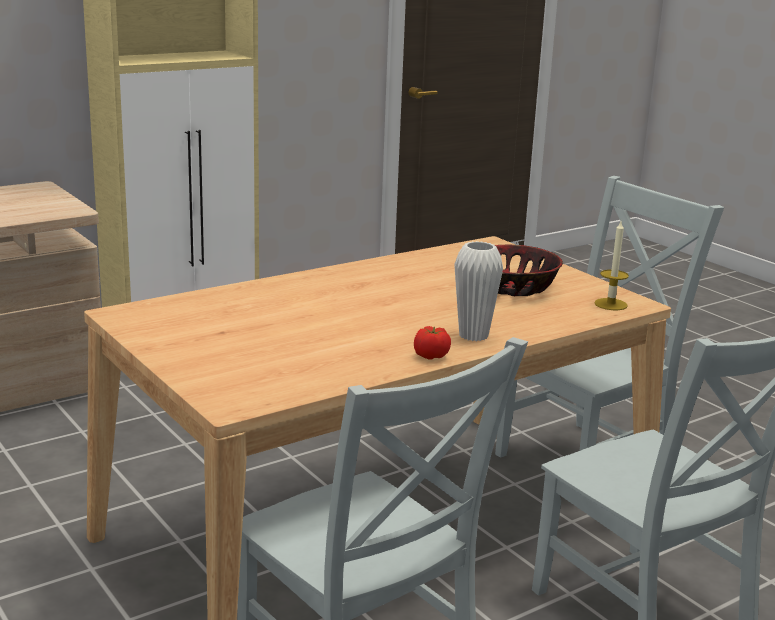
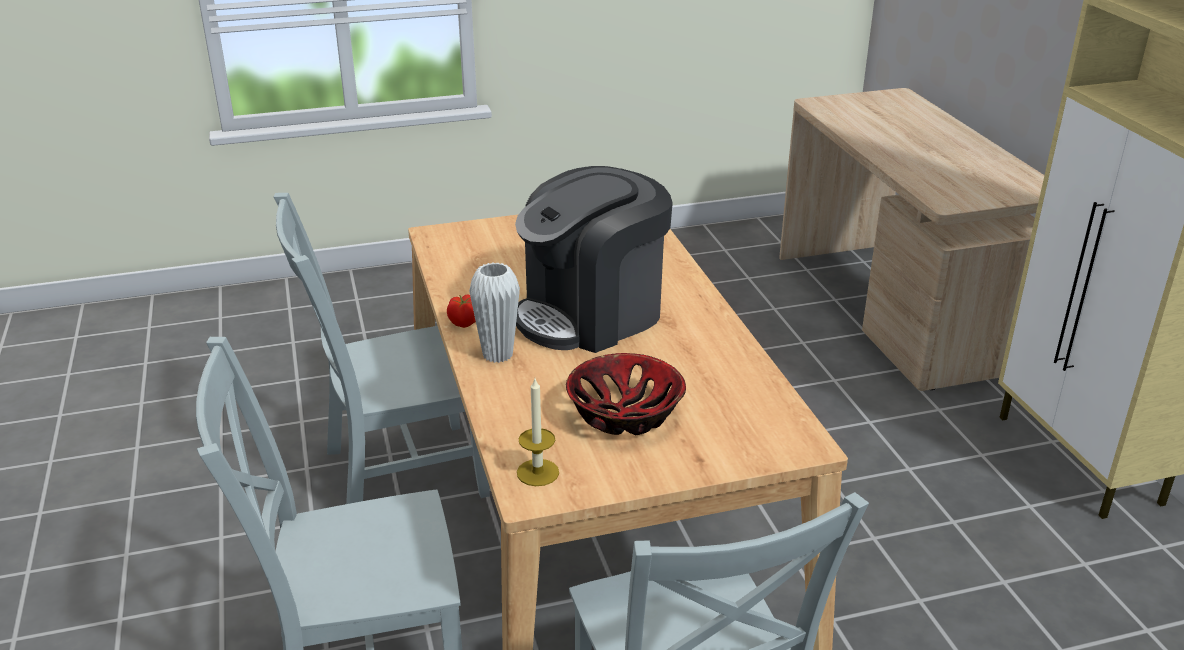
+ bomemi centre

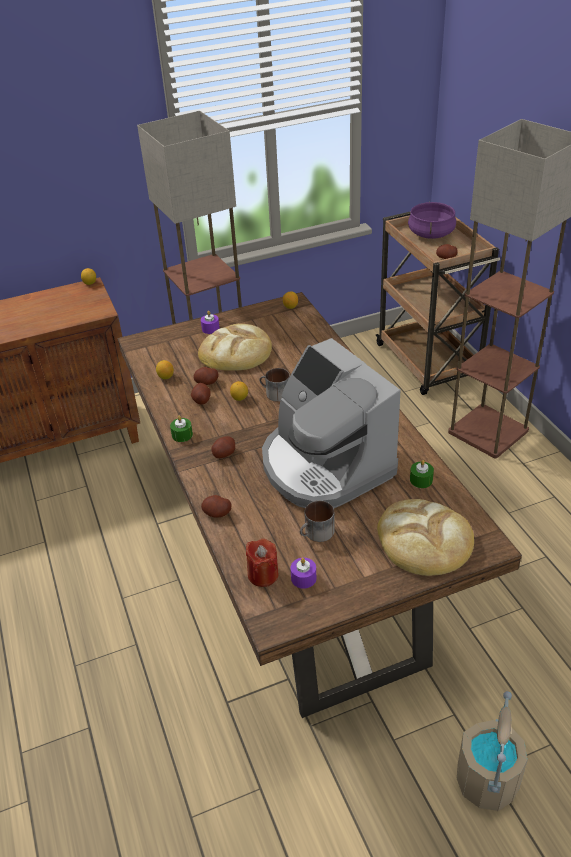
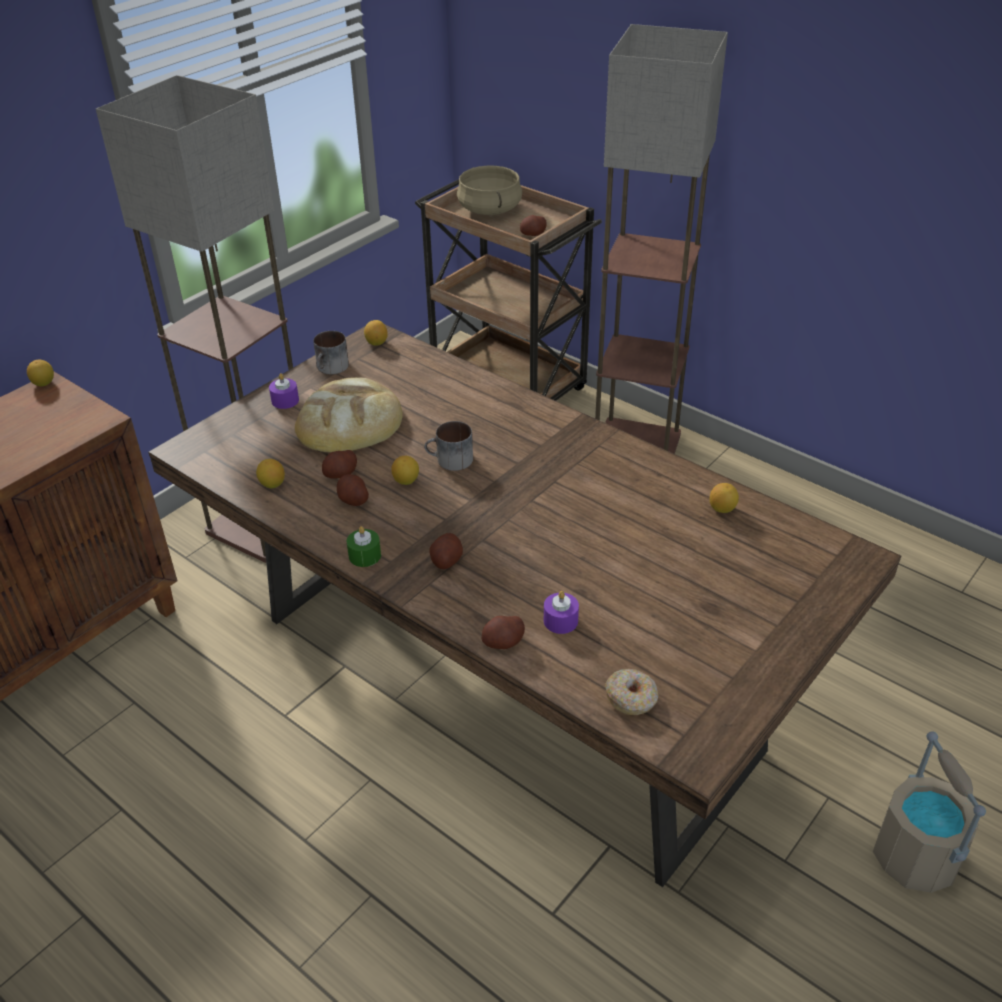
~ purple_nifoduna top right to beige_nifoduna top centre
- bomemi centre
~ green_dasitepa (2nd from left) middle right to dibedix (5th from left) middle right
- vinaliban (2nd from left) middle right
~ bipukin (2nd from left in the first image) centre to bipukin (1st from left) middle left
~ red_dasitepa centre to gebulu bottom centre
~ purple_dasitepa (2nd from left) bottom centre to centre

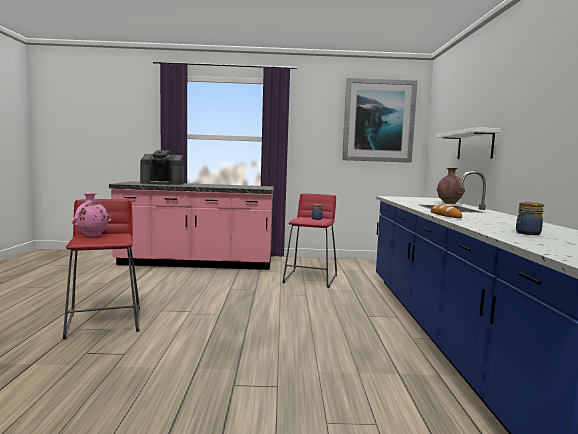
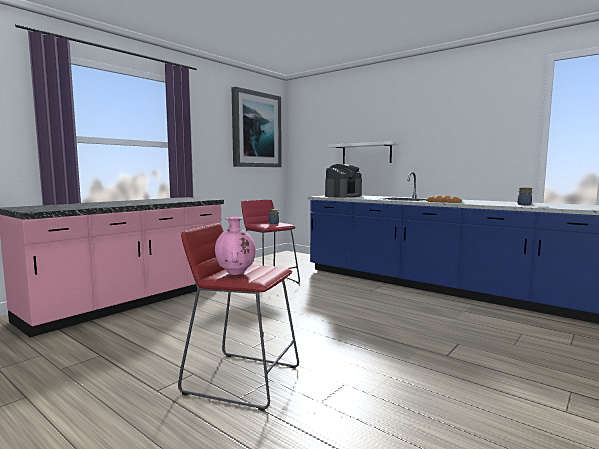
~ bomemi middle left to centre
- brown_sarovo middle right

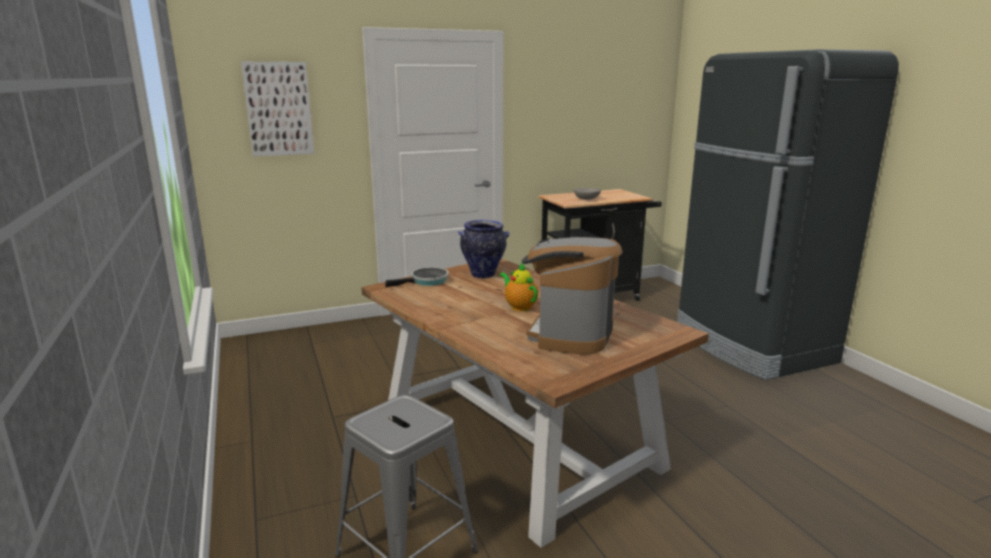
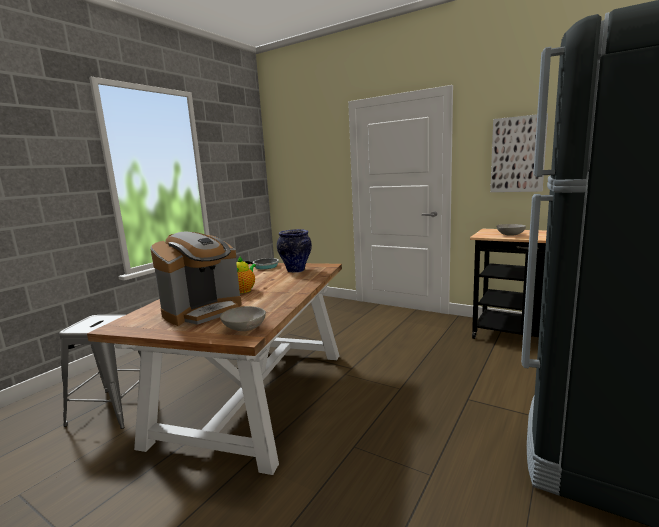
~ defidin top left to top right
~ bomemi centre = middle left 150 degrees clockwise
+ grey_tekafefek (1st from left) centre

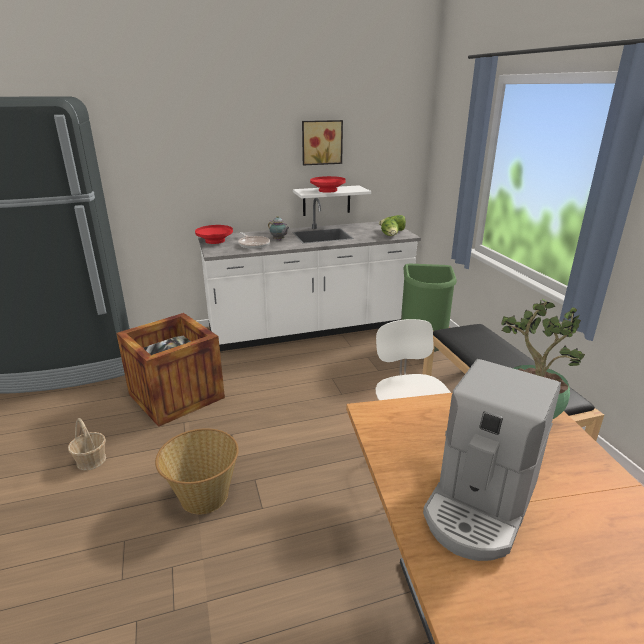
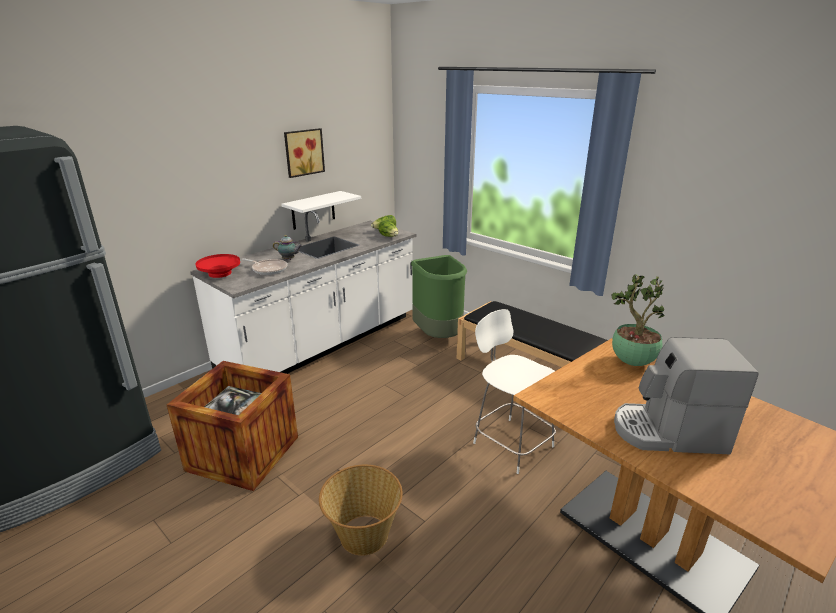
- red_tekafefek (2nd from left) top centre
~ bomemi bottom right = middle right 90 degrees clockwise
- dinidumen (1st from left) bottom left

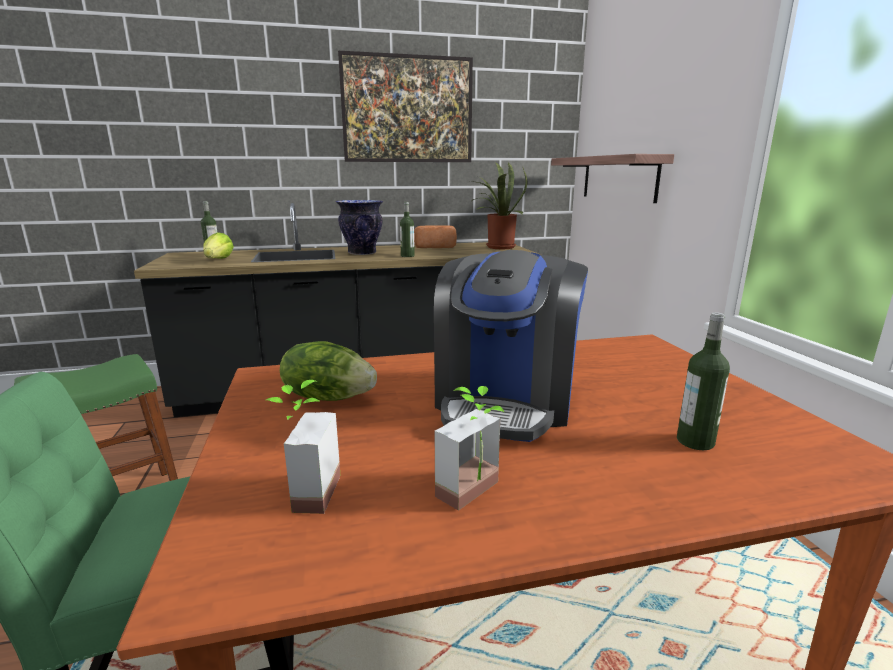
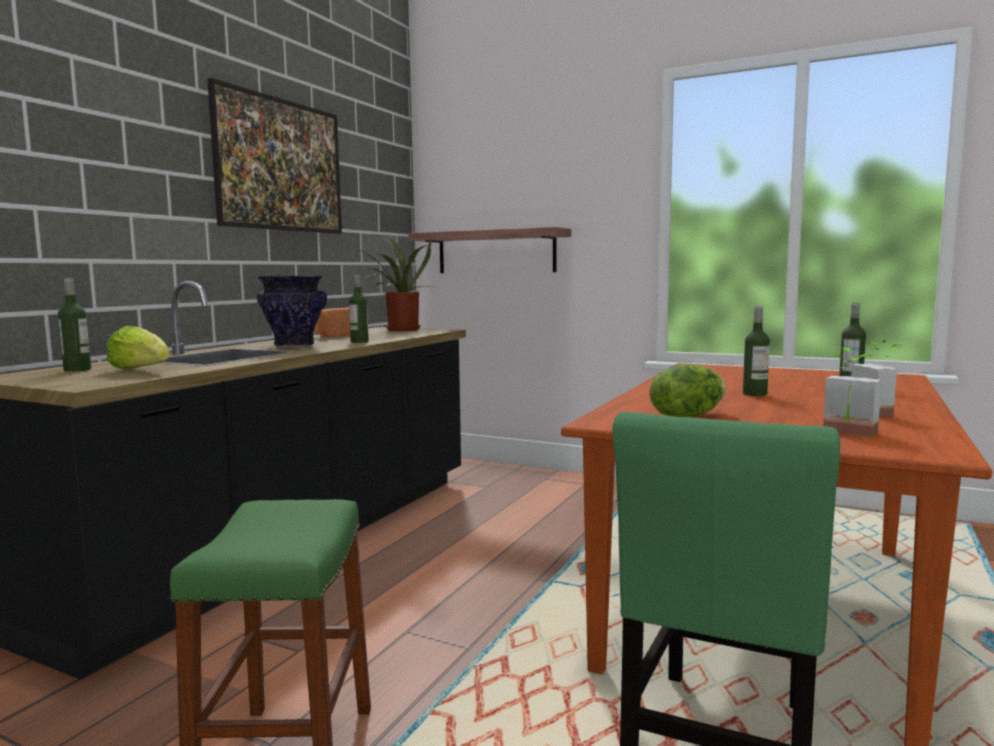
~ bomemi centre to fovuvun (3rd from left) middle right

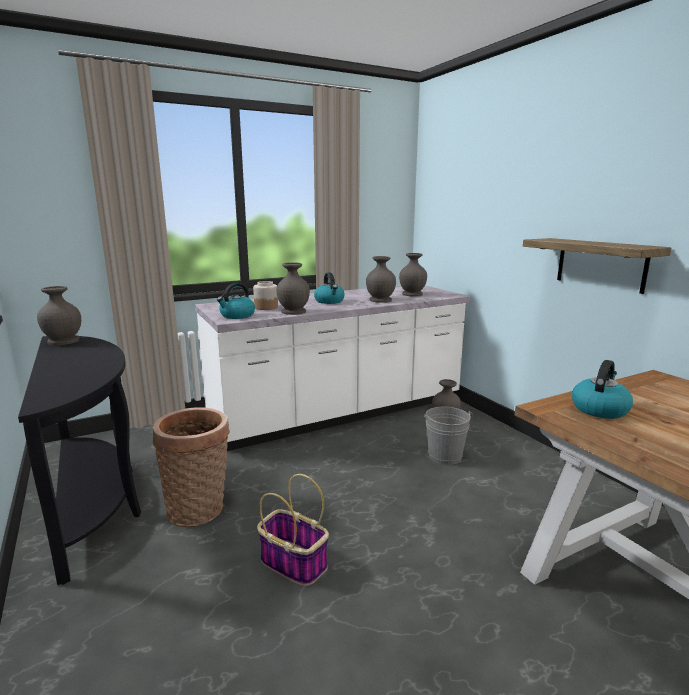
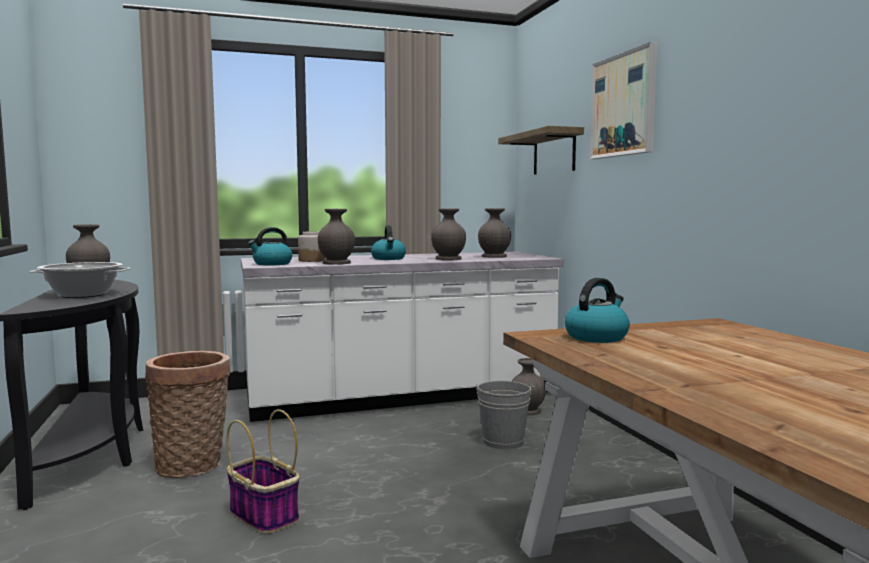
~ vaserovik middle right to top centre
+ defidin top right
+ nifoduna middle left

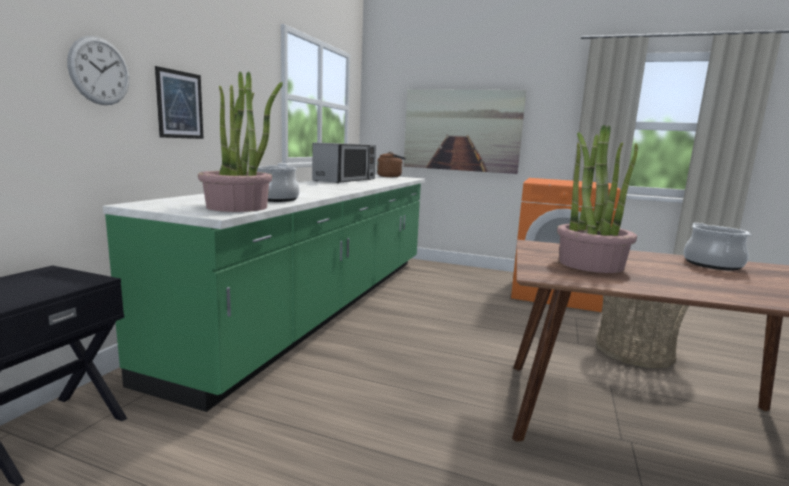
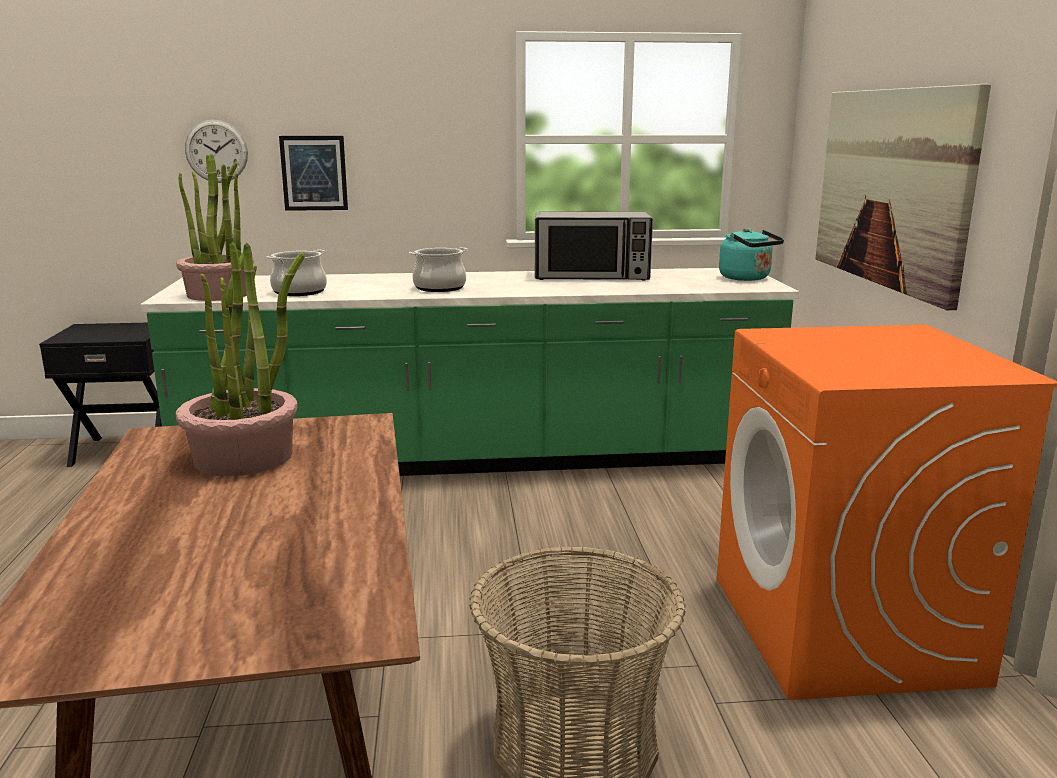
~ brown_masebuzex centre to turquoise_masebuzex top right
~ nifoduna (2nd from left) middle right to centre

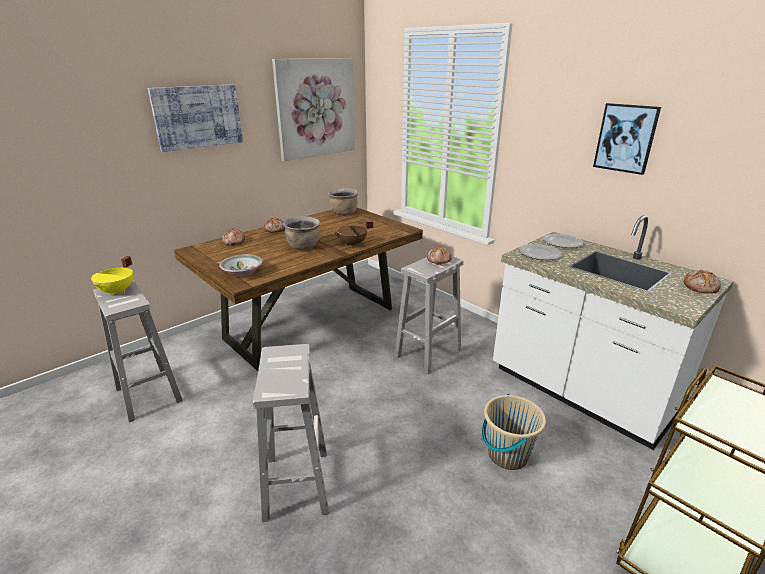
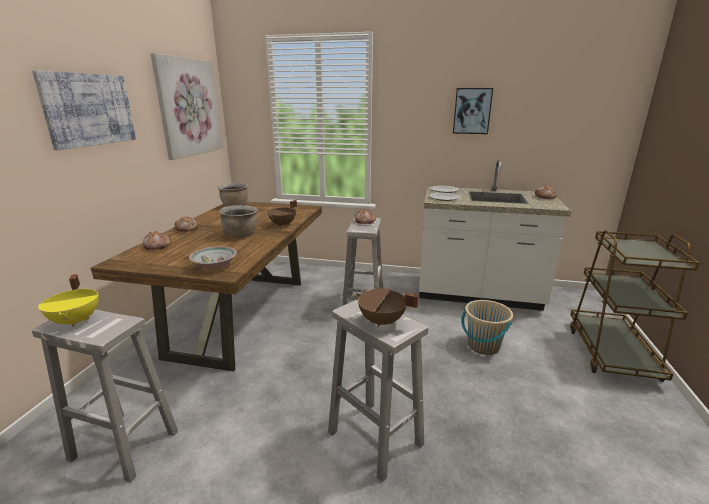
+ brown_nifoduna (4th from left) centre

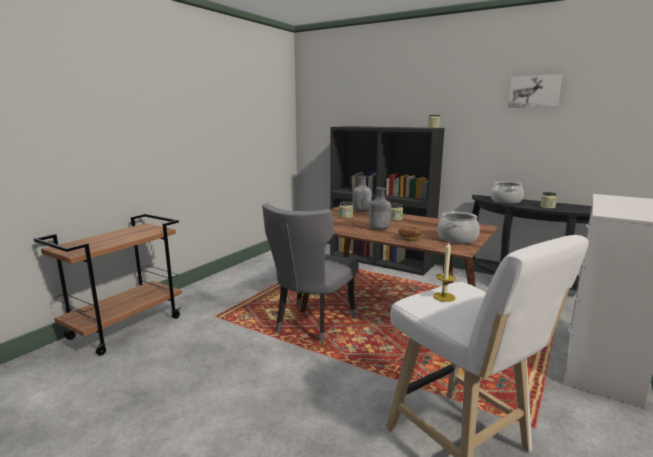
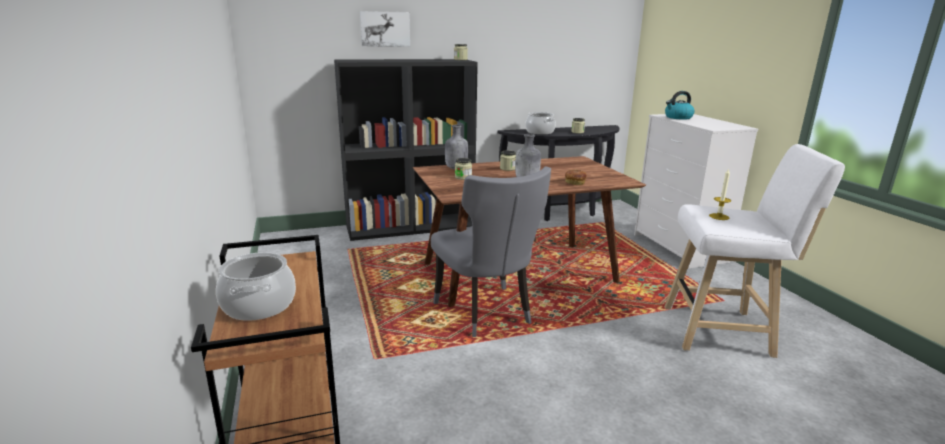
~ defidin top right to top centre
~ nifoduna (1st from left) middle right to middle left
+ masebuzex top right

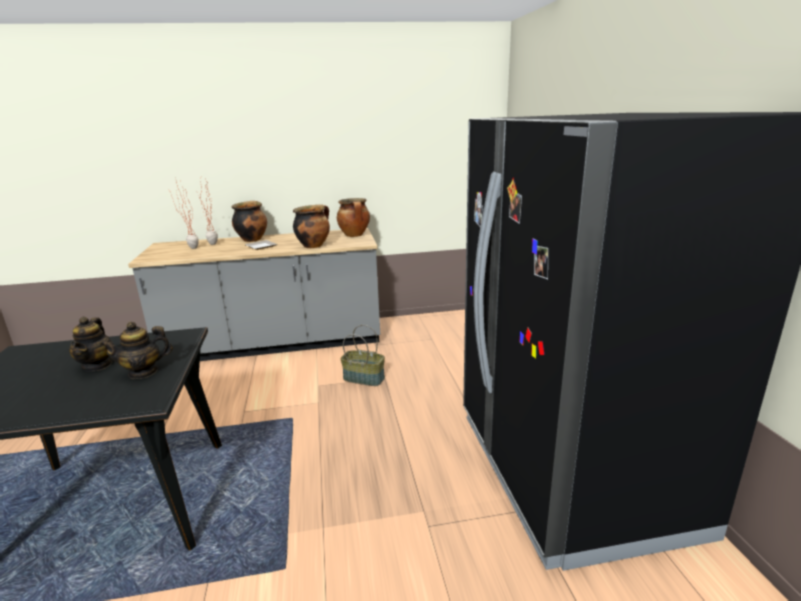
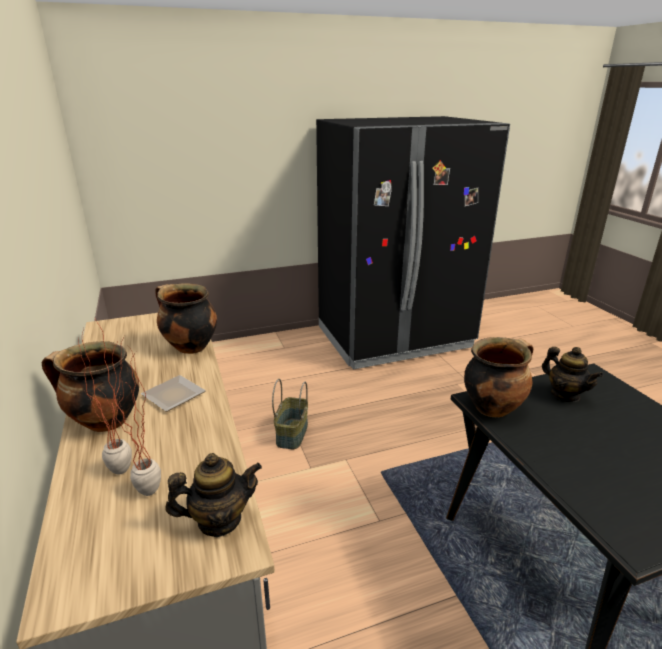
~ nifoduna (3rd from left) centre to middle right
~ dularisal (1st from left) middle left to bottom left

